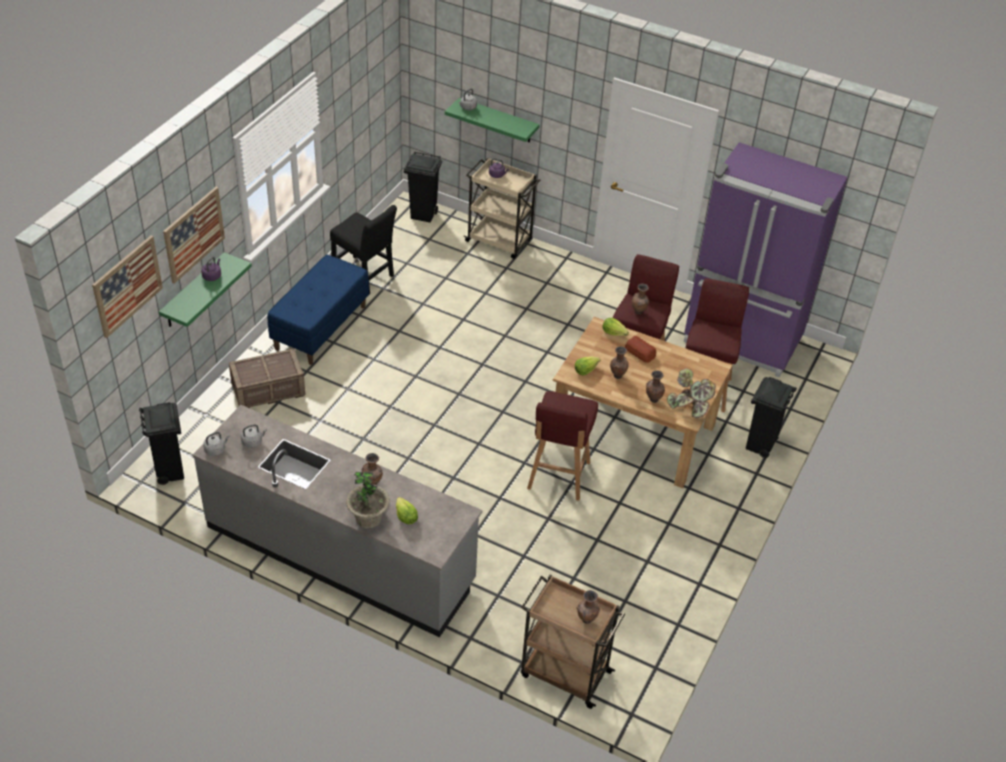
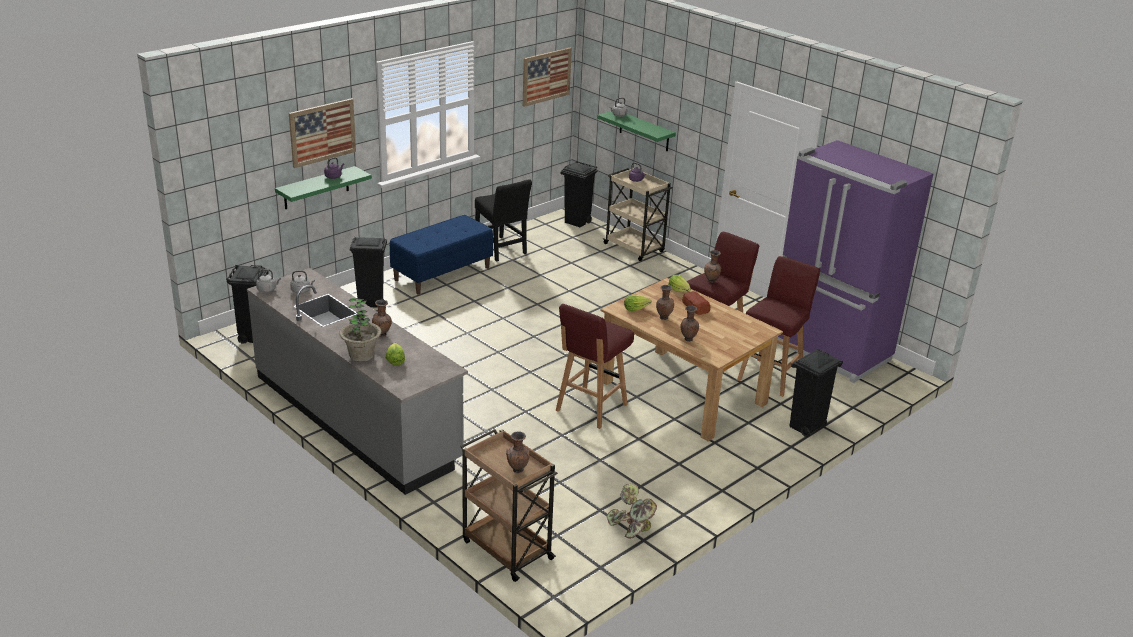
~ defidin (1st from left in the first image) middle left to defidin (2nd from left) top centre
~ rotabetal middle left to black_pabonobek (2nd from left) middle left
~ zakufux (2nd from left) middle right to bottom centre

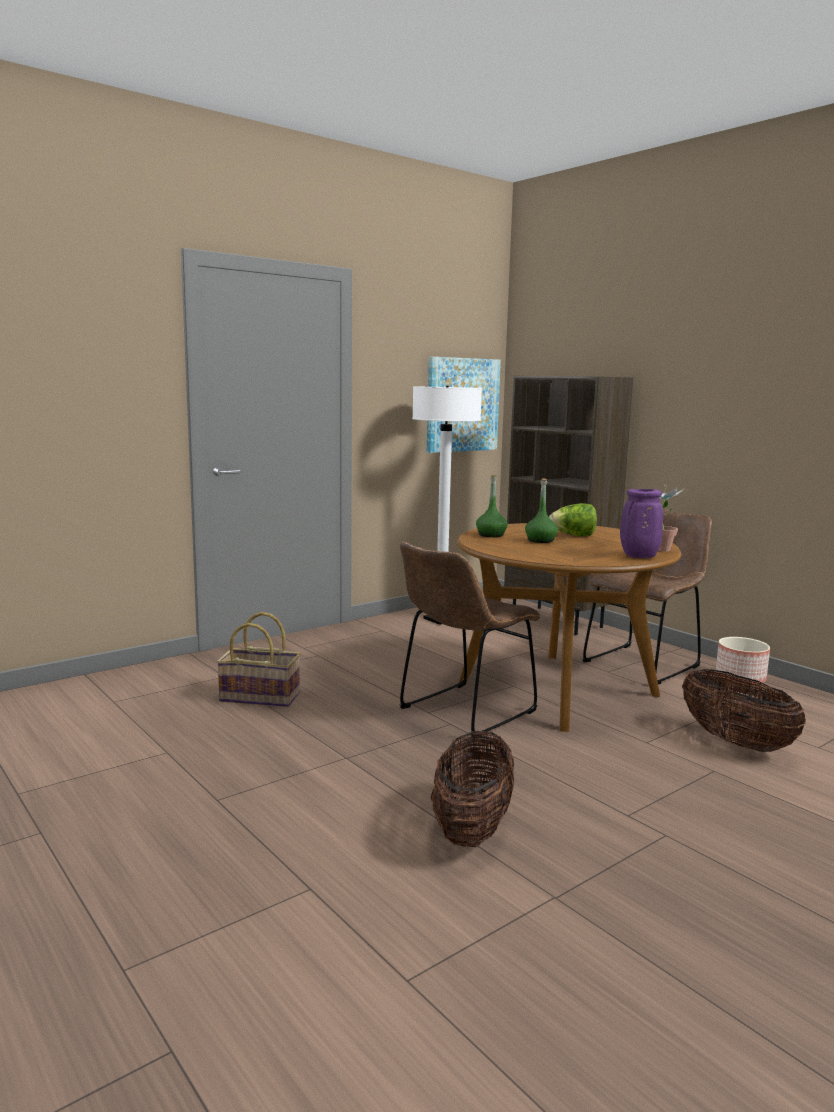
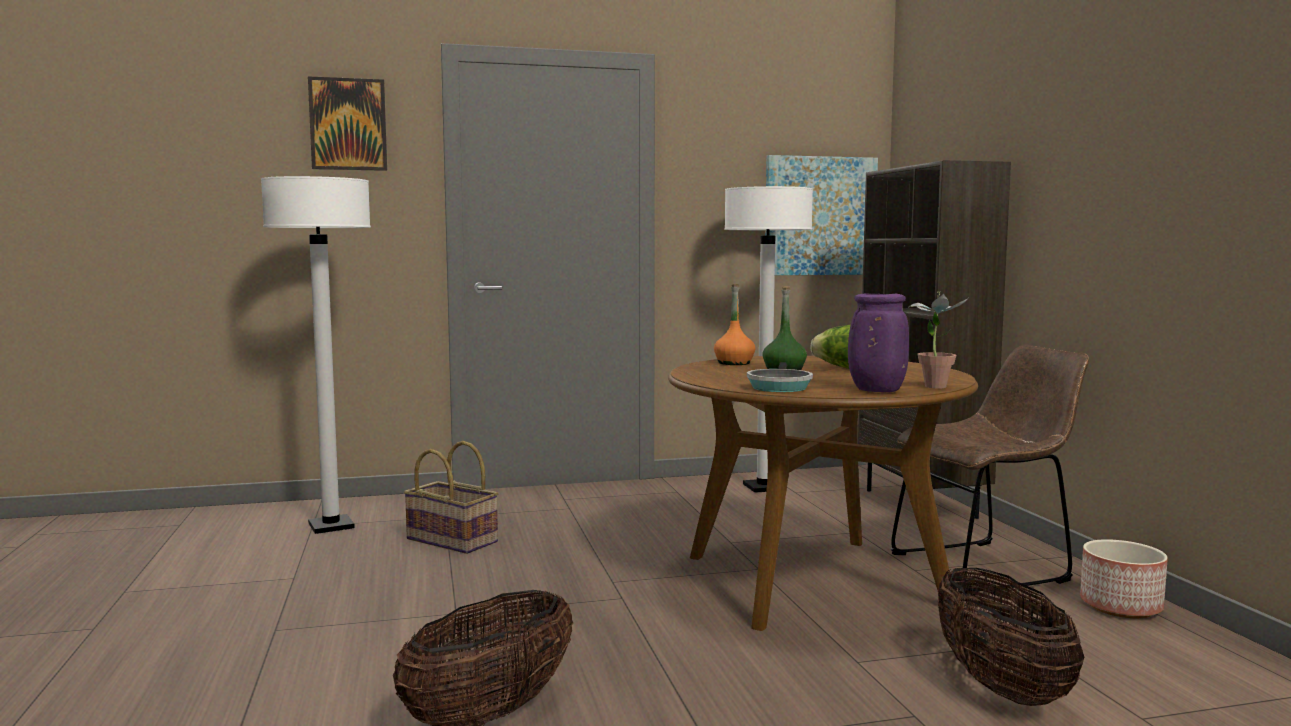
~ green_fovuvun (1st from left) centre to orange_fovuvun centre
- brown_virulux (1st from left) centre
+ defidin (1st from left) top left
+ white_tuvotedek (1st from left) middle left
+ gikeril centre

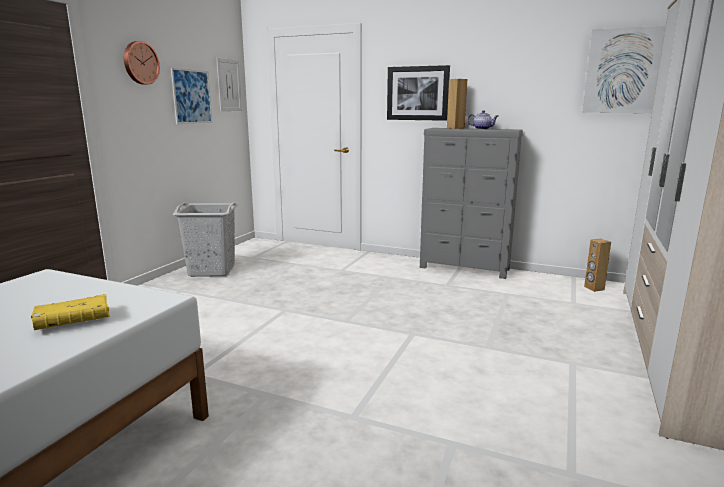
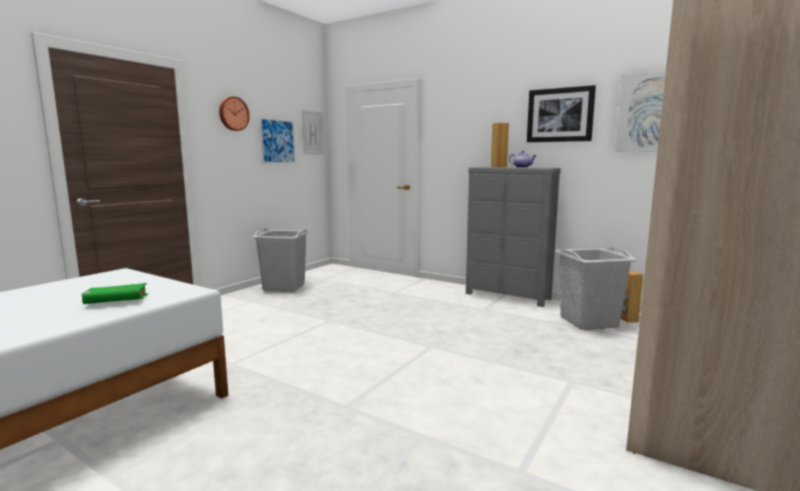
~ defidin (3rd from left) top centre to top right
~ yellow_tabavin middle left to green_tabavin middle left
+ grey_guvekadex (2nd from left) middle right

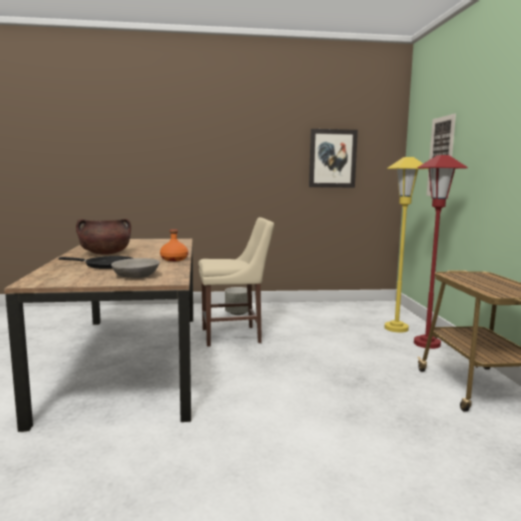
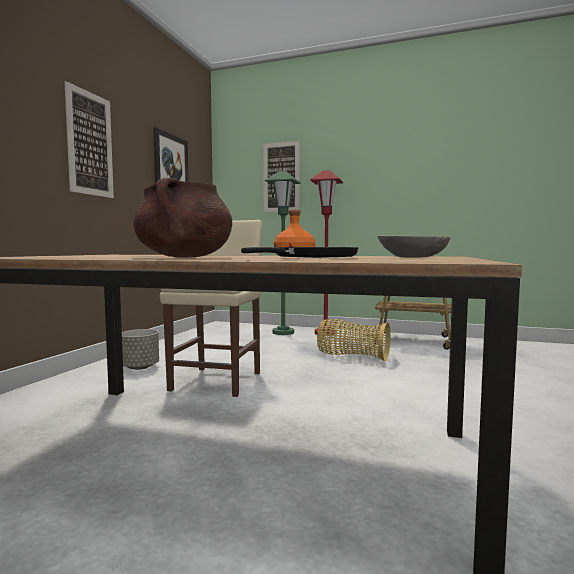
~ yellow_tuvotedek middle right to green_tuvotedek centre
+ defidin (1st from left) top left
+ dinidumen centre

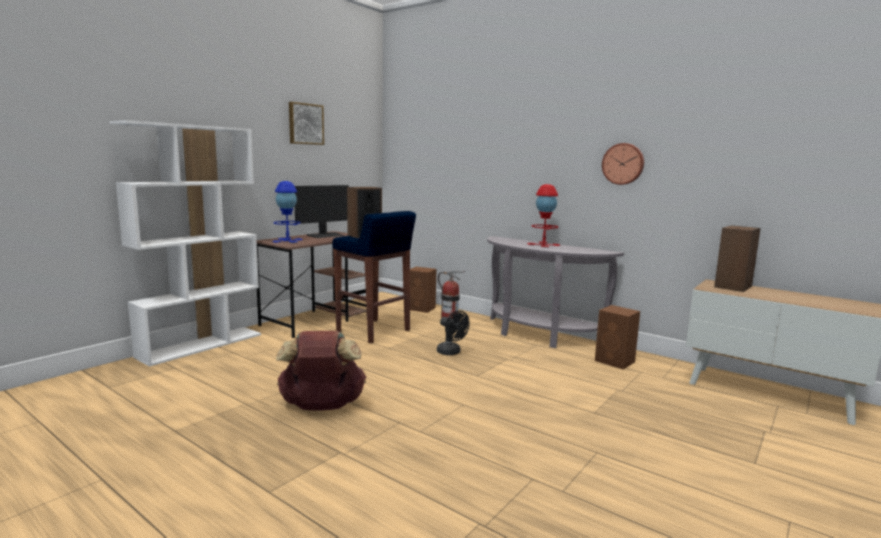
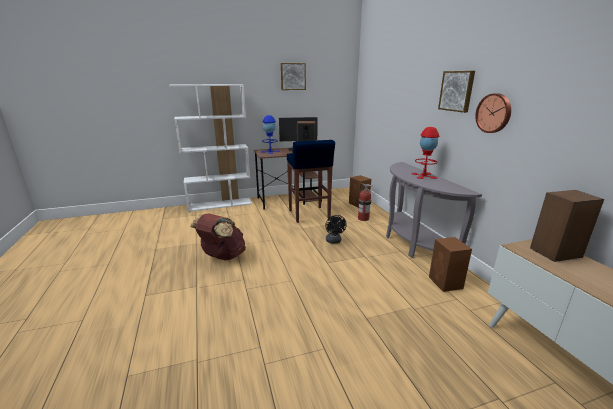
+ defidin (2nd from left) top right

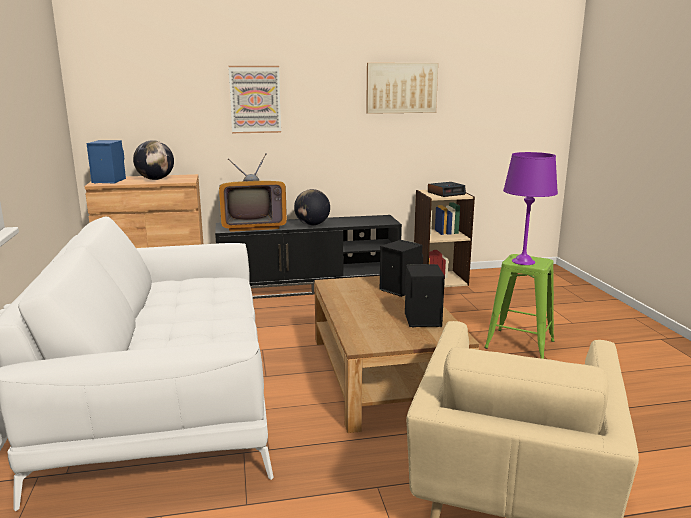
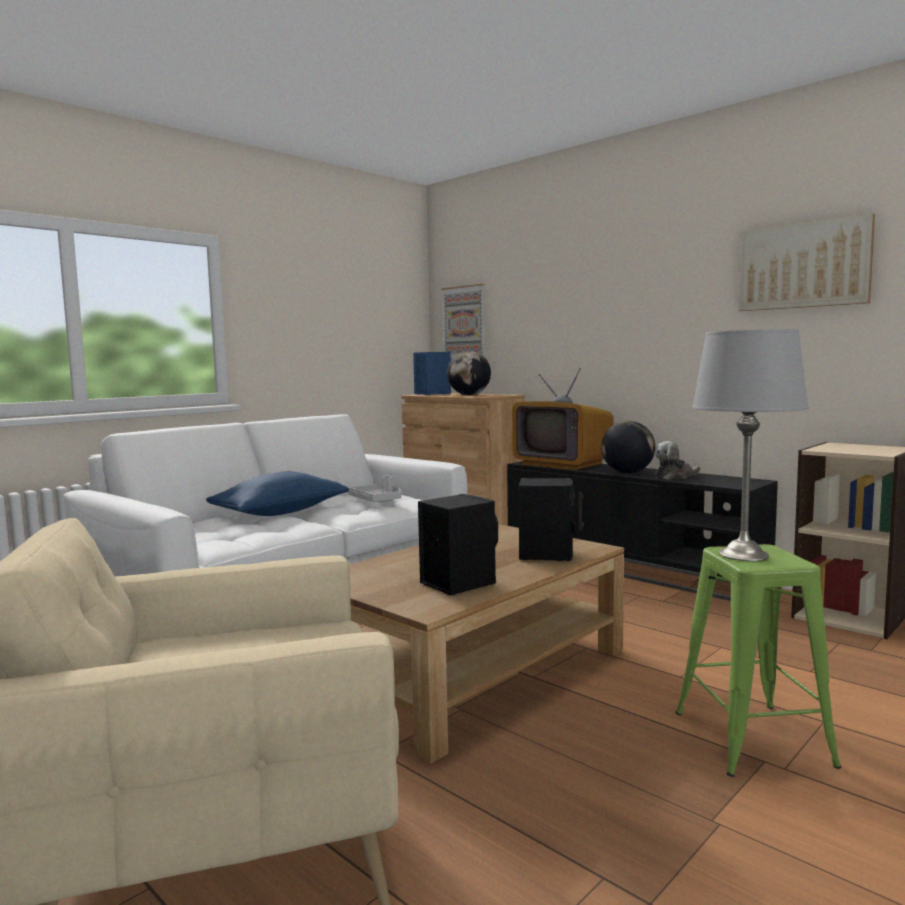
~ defidin (1st from left) top centre to centre
~ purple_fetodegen middle right to grey_fetodegen middle right
- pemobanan centre
+ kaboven middle right
+ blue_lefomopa middle left
+ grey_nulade centre

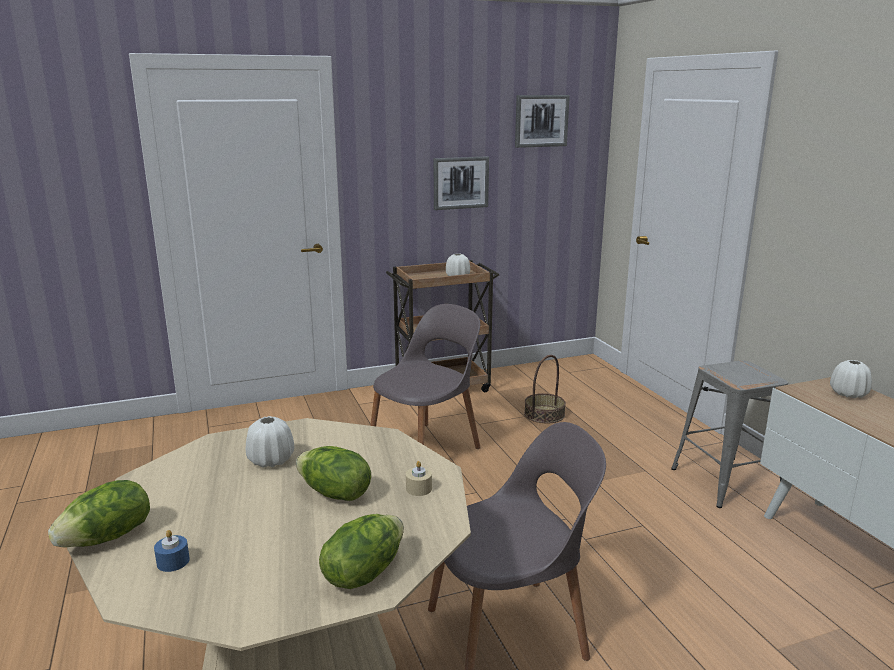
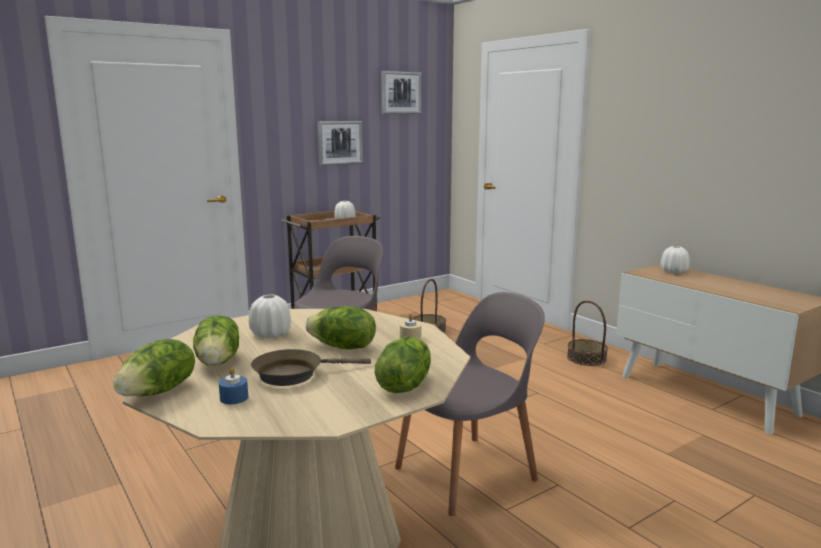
~ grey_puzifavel middle right to dinidumen (2nd from left) middle right
+ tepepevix (2nd from left) middle left
+ brown_gikeril bottom centre

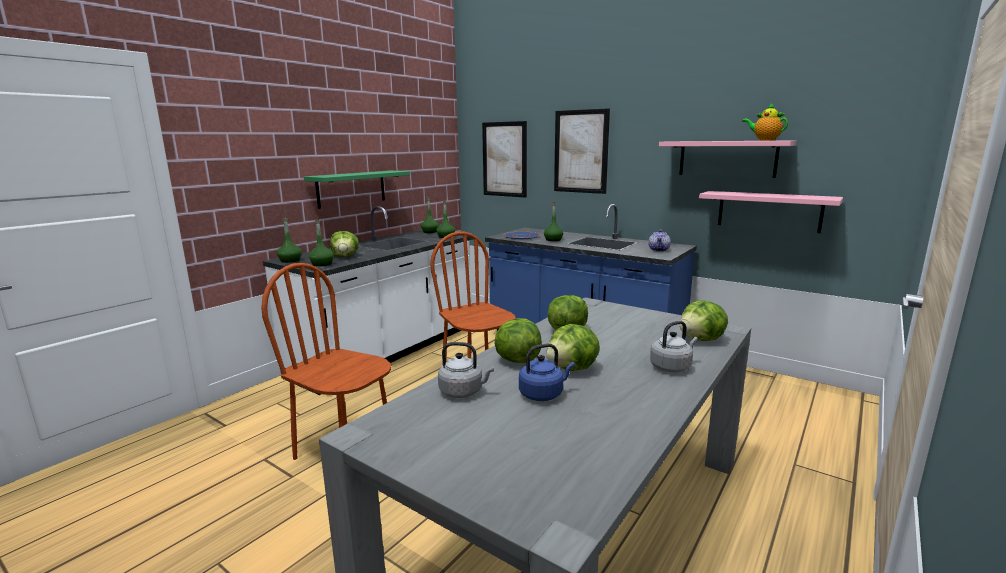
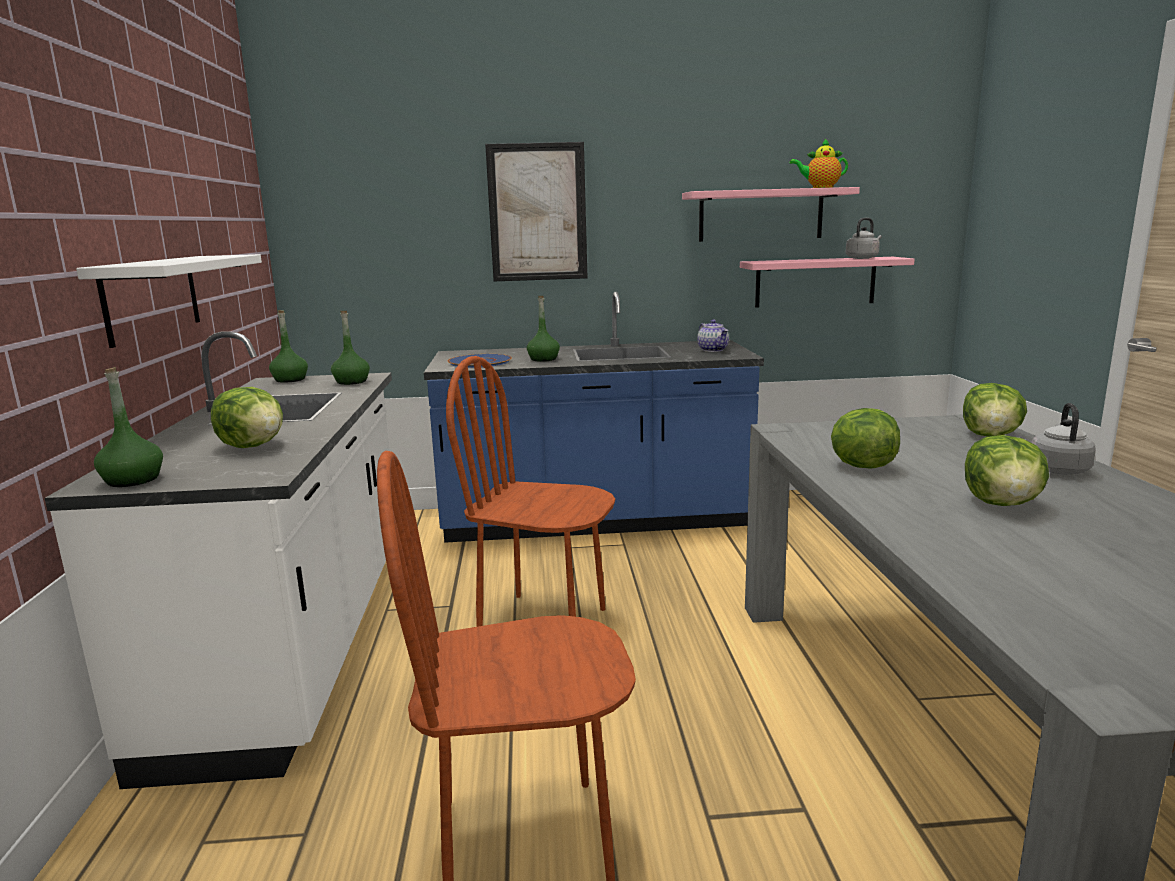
- defidin (1st from left) top centre
~ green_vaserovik top centre to white_vaserovik middle left
- green_fovuvun (2nd from left) middle left
- tepepevix (2nd from left) centre
~ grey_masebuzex (1st from left) centre to top right
- blue_masebuzex centre

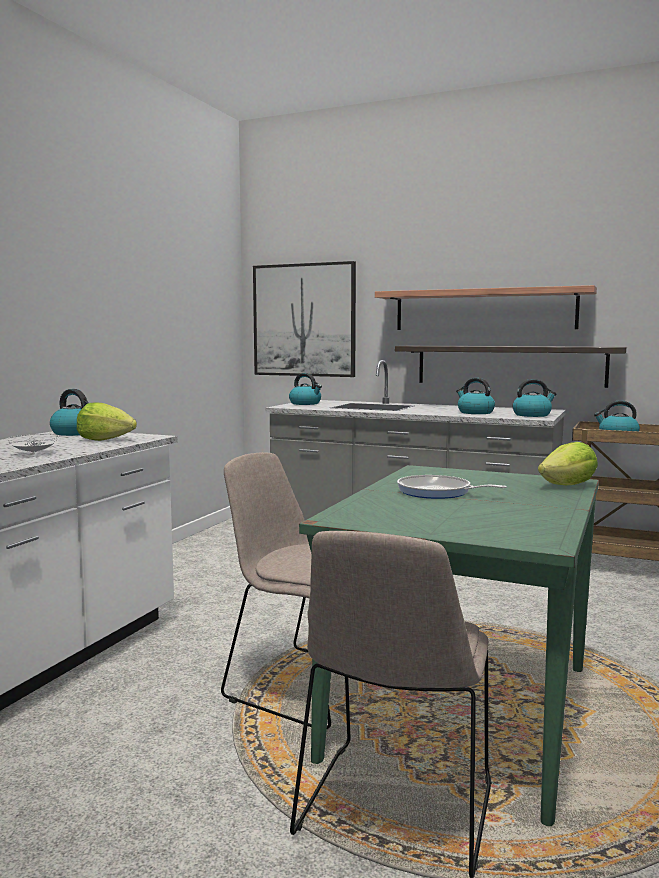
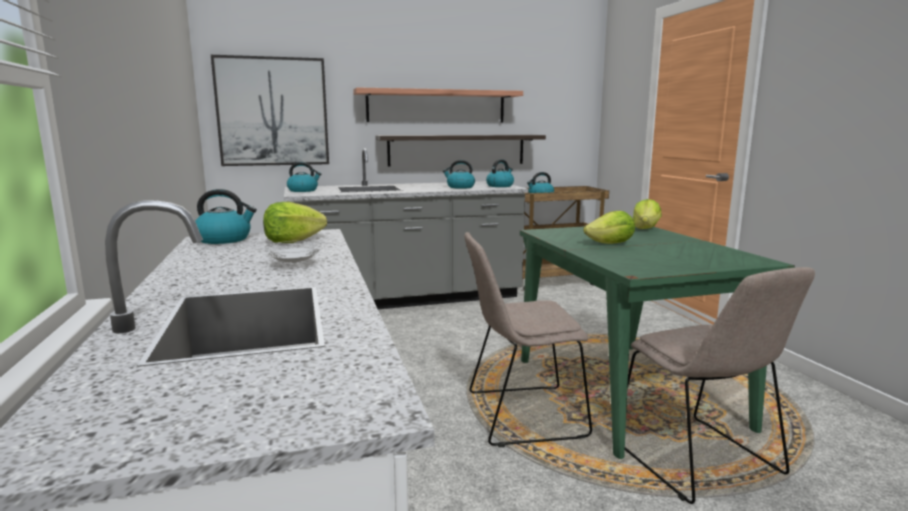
~ gikeril middle right to tepepevix (2nd from left) middle right

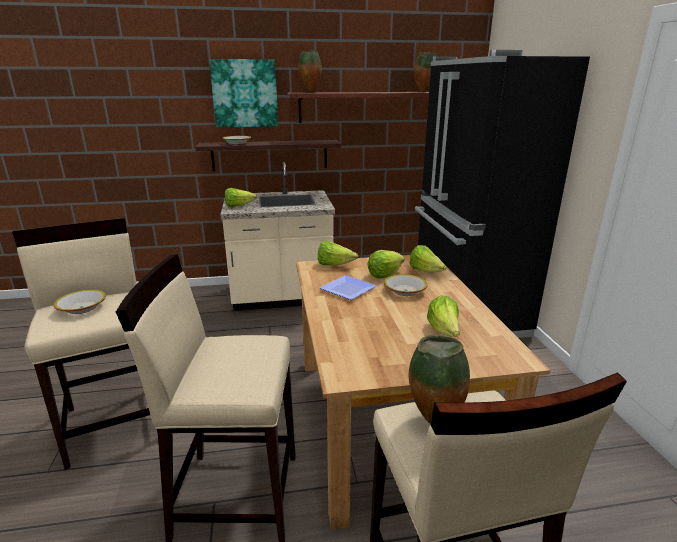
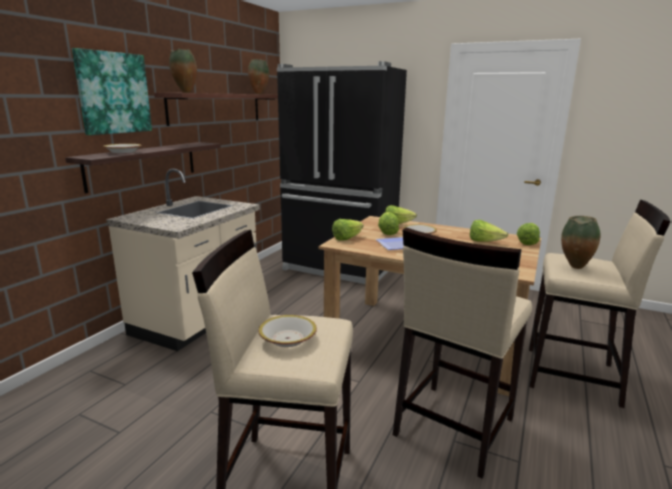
~ tepepevix (1st from left in the first image) centre to tepepevix (5th from left) middle right

